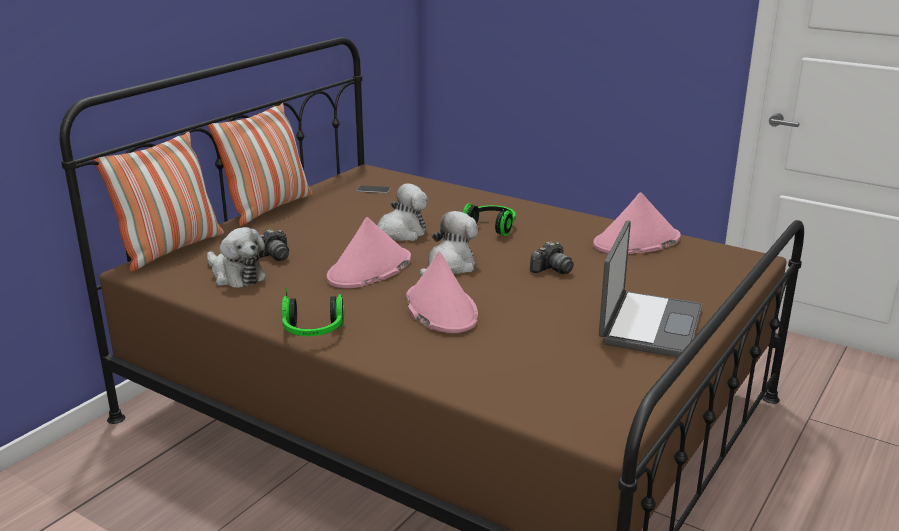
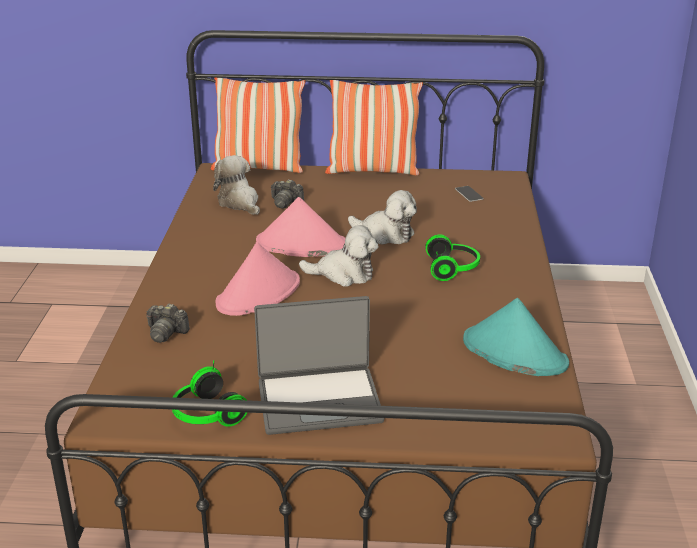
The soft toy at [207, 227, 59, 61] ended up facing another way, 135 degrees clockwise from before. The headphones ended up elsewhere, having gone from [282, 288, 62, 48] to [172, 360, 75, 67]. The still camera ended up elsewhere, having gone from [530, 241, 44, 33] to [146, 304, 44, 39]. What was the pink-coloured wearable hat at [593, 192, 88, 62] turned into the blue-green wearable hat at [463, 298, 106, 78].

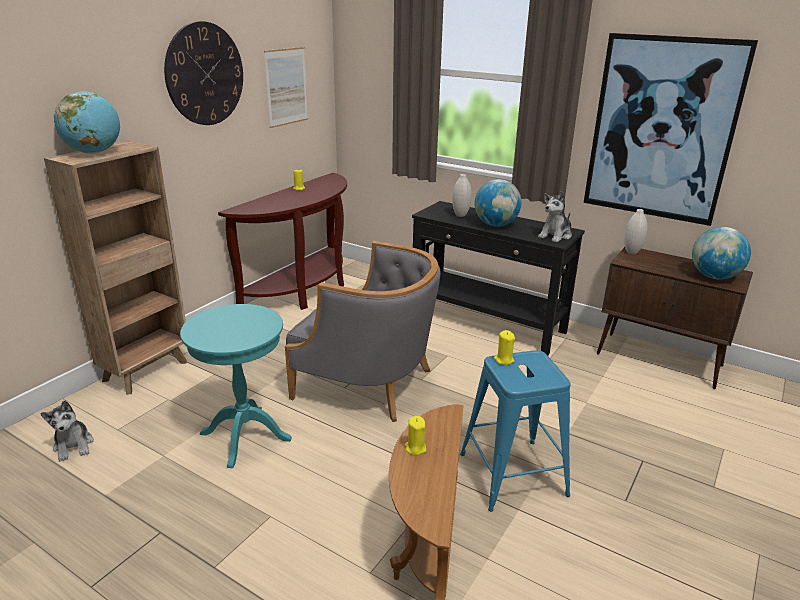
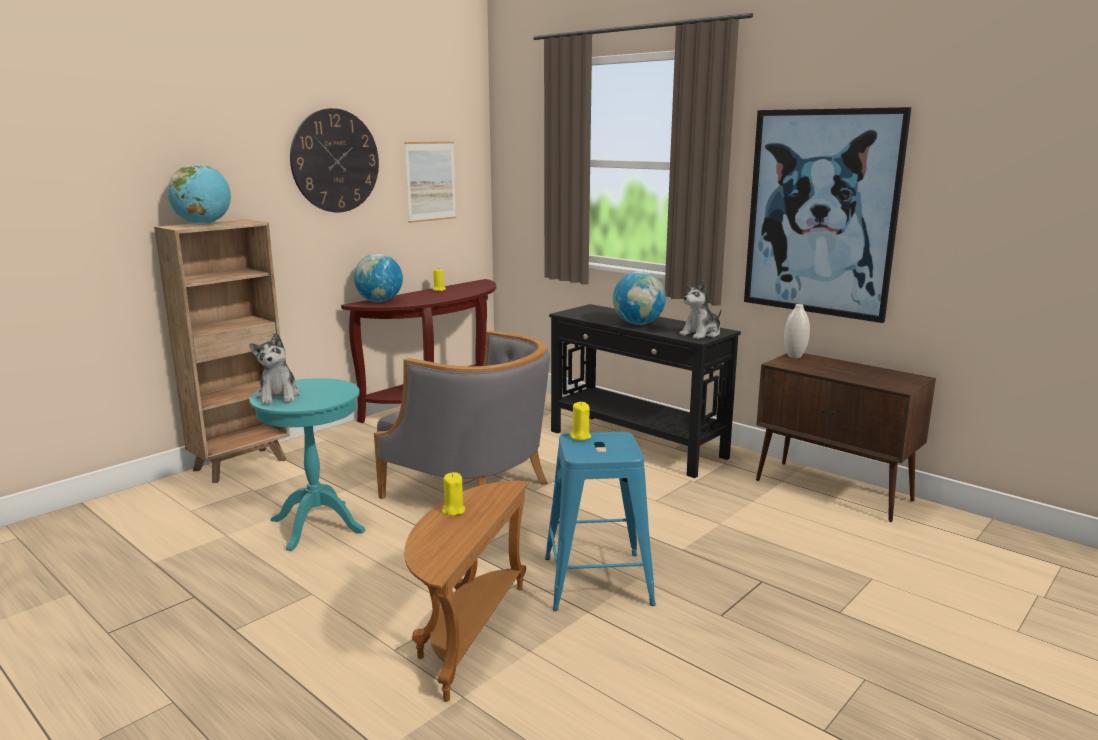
The soft toy ended up elsewhere, having gone from [40, 400, 54, 62] to [249, 333, 52, 72]. The second view lost the white-coloured vase at [452, 174, 20, 43]. The desk globe ended up elsewhere, having gone from [692, 227, 59, 53] to [354, 254, 49, 48].

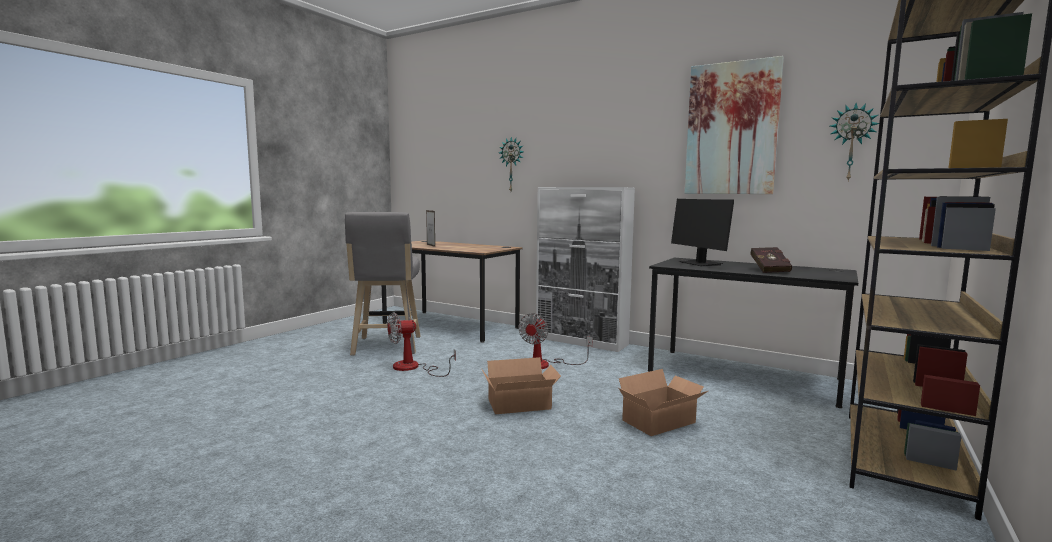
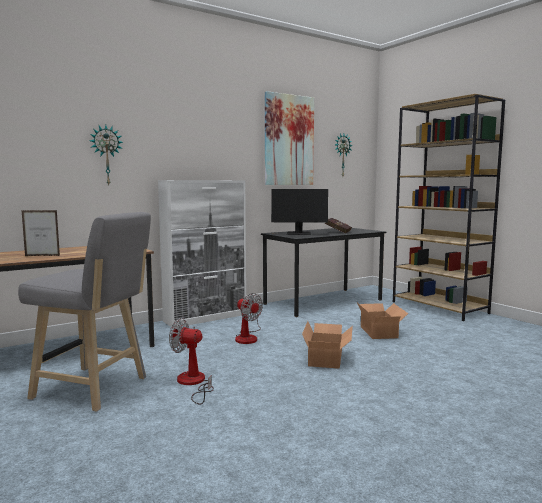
The fan at [387, 312, 69, 65] ended up facing another way, 105 degrees clockwise from before.

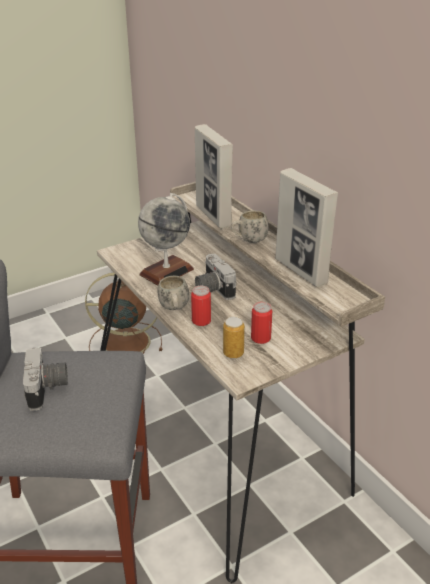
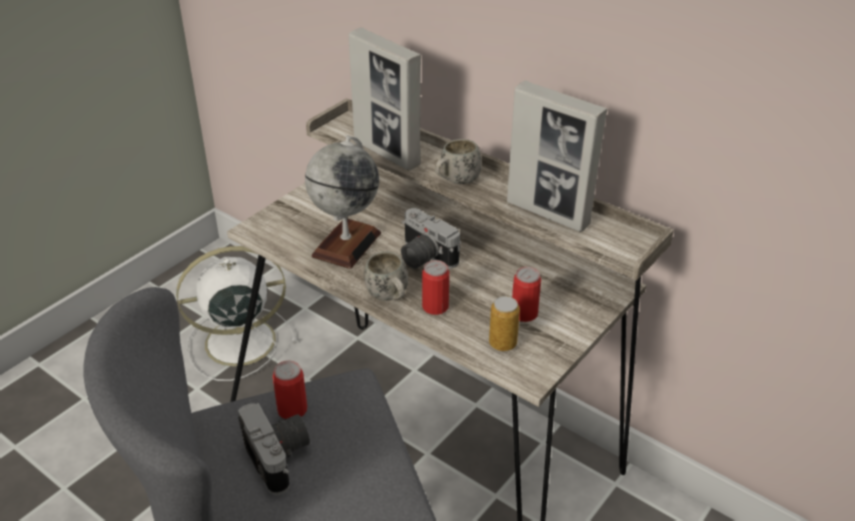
What was the brownish fan at [85, 272, 77, 82] turned into the white-coloured fan at [176, 246, 121, 135]. The second view gained the metal can at [273, 360, 34, 59].

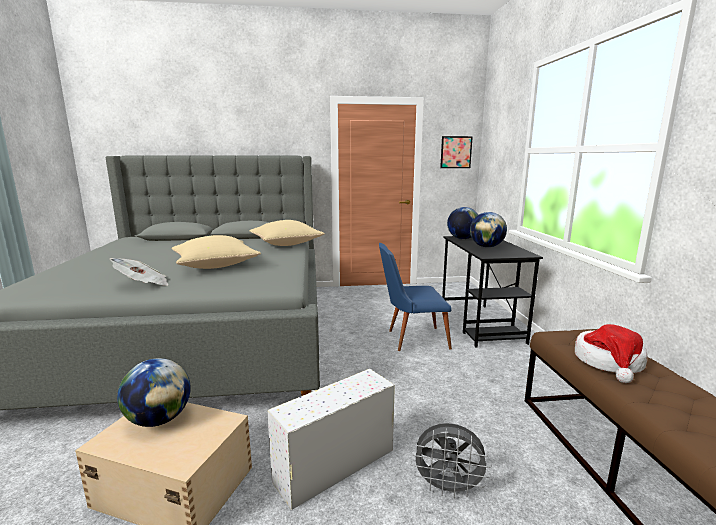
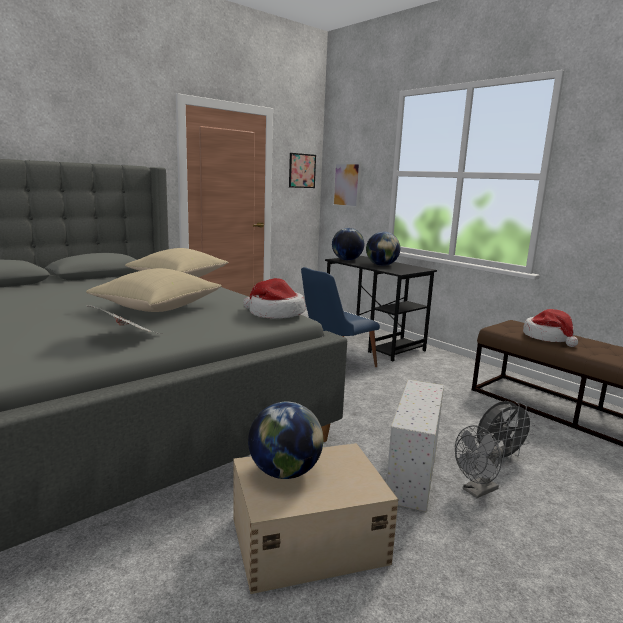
The second view gained the wearable hat at [243, 278, 62, 41]. The second view gained the picture at [332, 162, 29, 46]. The second view gained the grey fan at [455, 425, 48, 73].

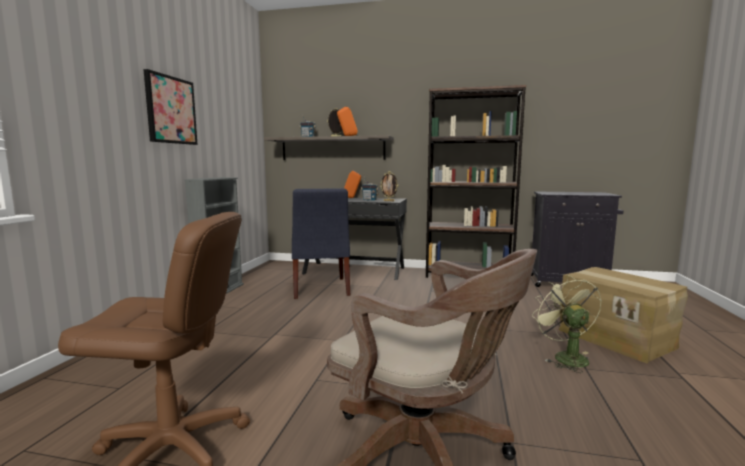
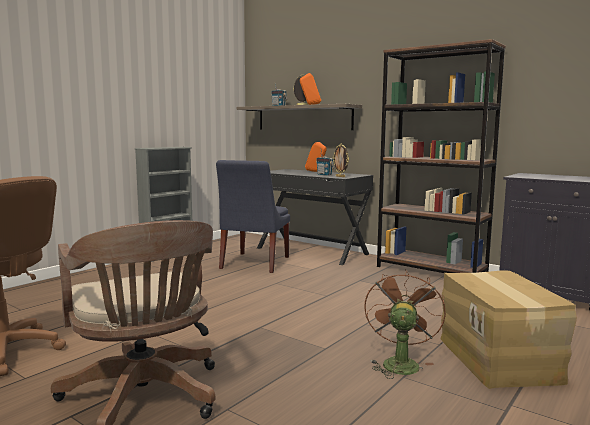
The second view lost the picture at [143, 69, 55, 76]. What was the greenish fan at [532, 275, 70, 98] turned into the brownish fan at [364, 269, 82, 110].

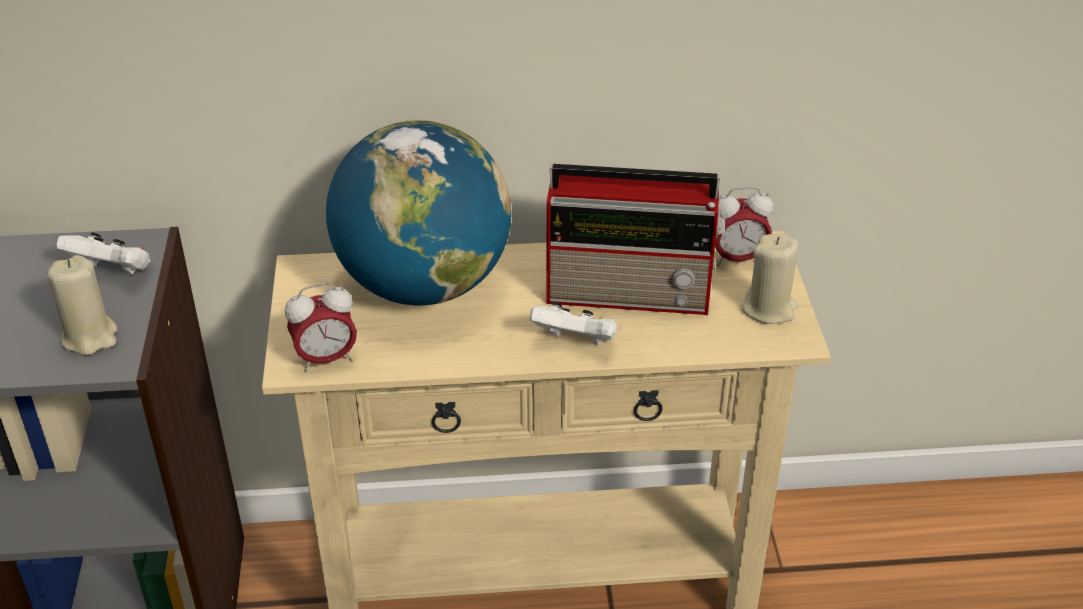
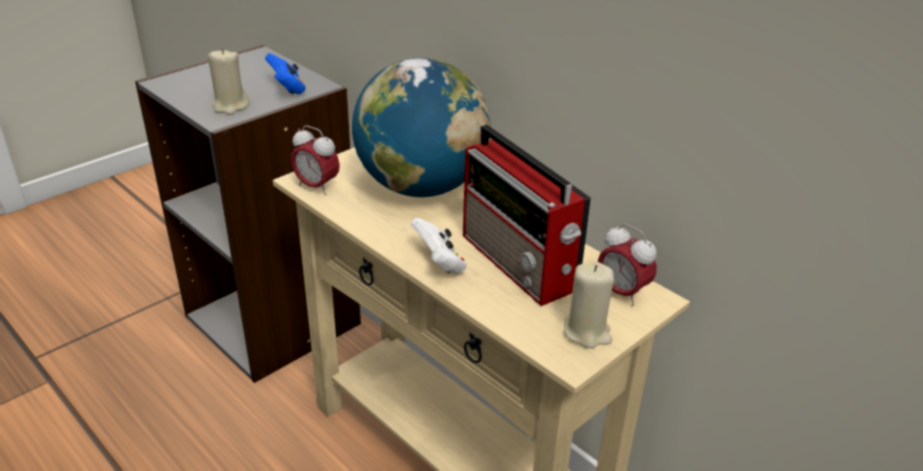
What was the white-coloured gamepad at [56, 232, 94, 42] turned into the blue gamepad at [265, 53, 40, 41].

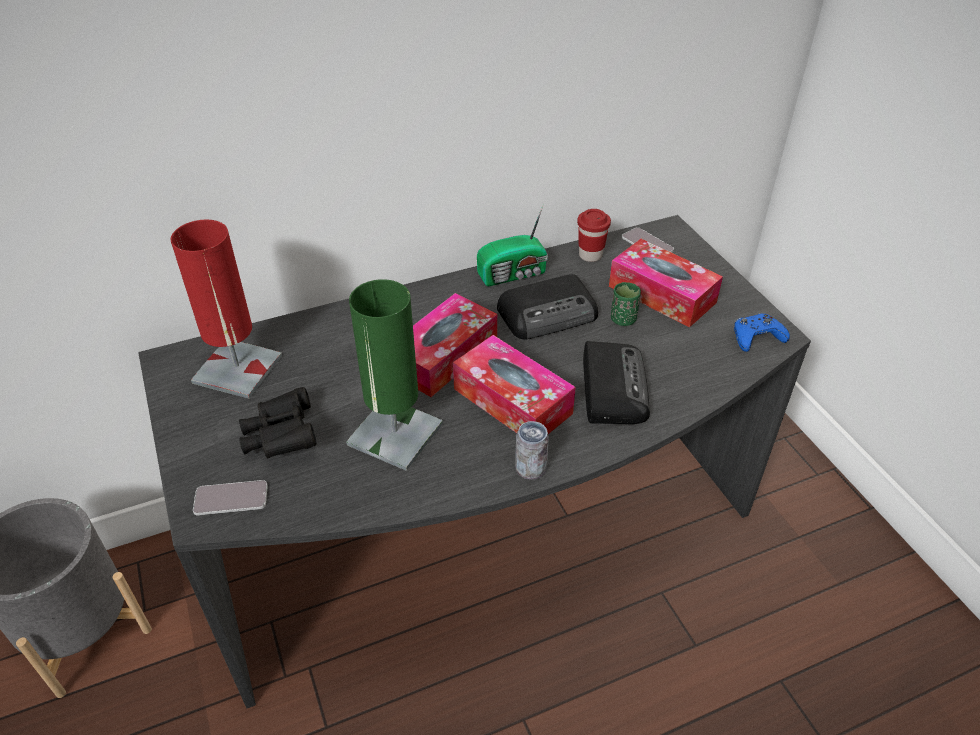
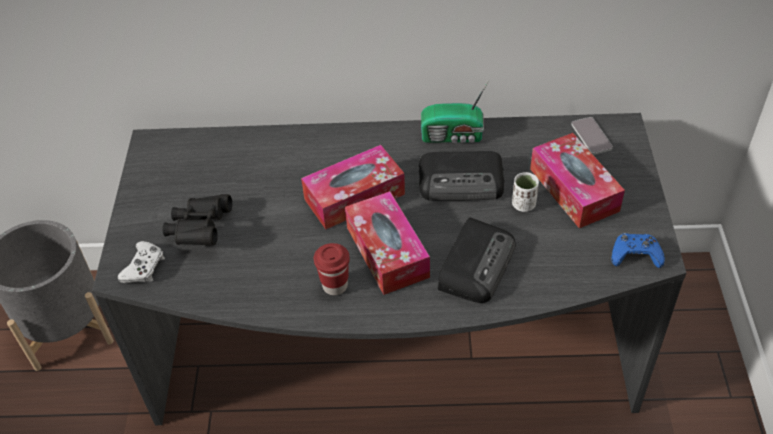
The second view lost the red table lamp at [171, 220, 111, 179]. Where the handset stood at [193, 480, 75, 35], the white-coloured gamepad came to stand at [118, 241, 47, 42]. The second view lost the greenish table lamp at [346, 279, 97, 192]. The second view lost the metal can at [515, 421, 34, 59]. The red drinking cup ended up elsewhere, having gone from [577, 209, 34, 53] to [314, 243, 36, 52]. What was the greenish drinking cup at [611, 282, 30, 44] turned into the white-coloured drinking cup at [512, 172, 27, 40].

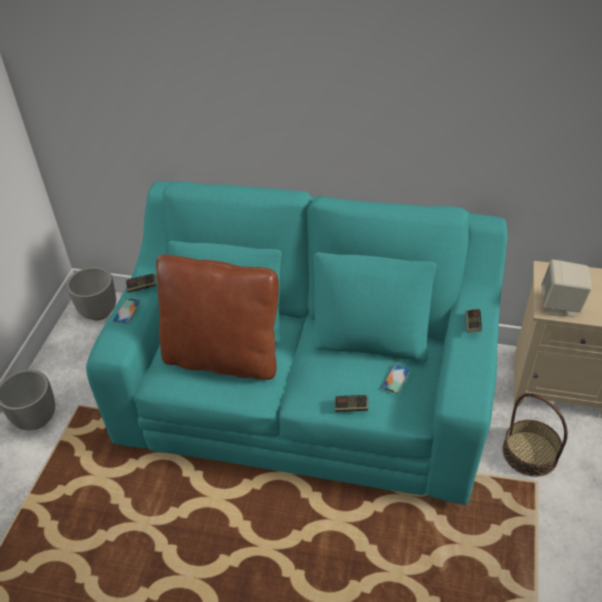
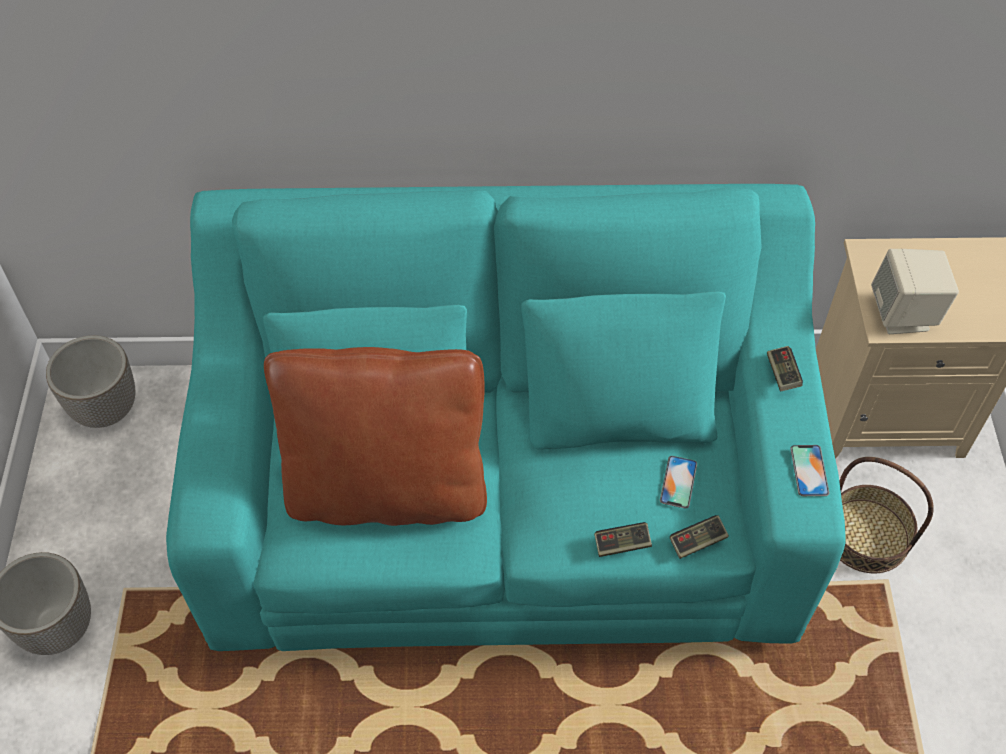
The handset ended up elsewhere, having gone from [113, 298, 28, 26] to [790, 445, 39, 51]. The gamepad ended up elsewhere, having gone from [126, 274, 30, 19] to [670, 515, 59, 44].

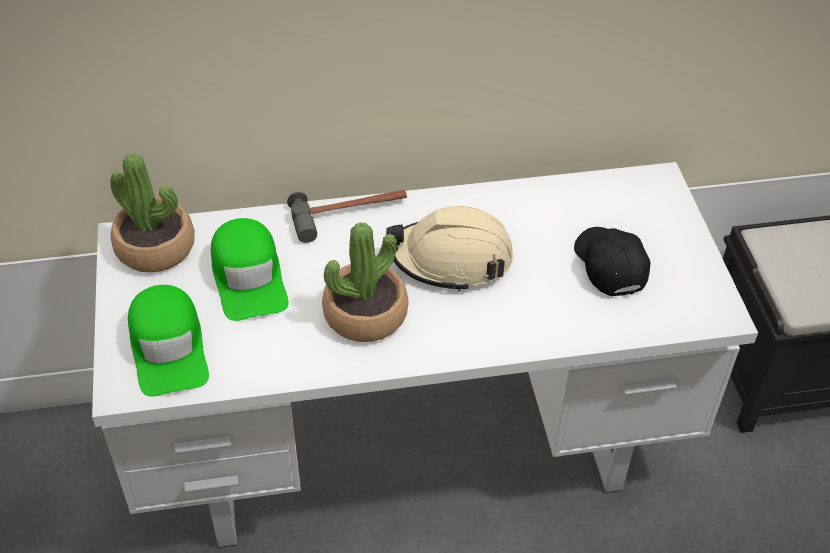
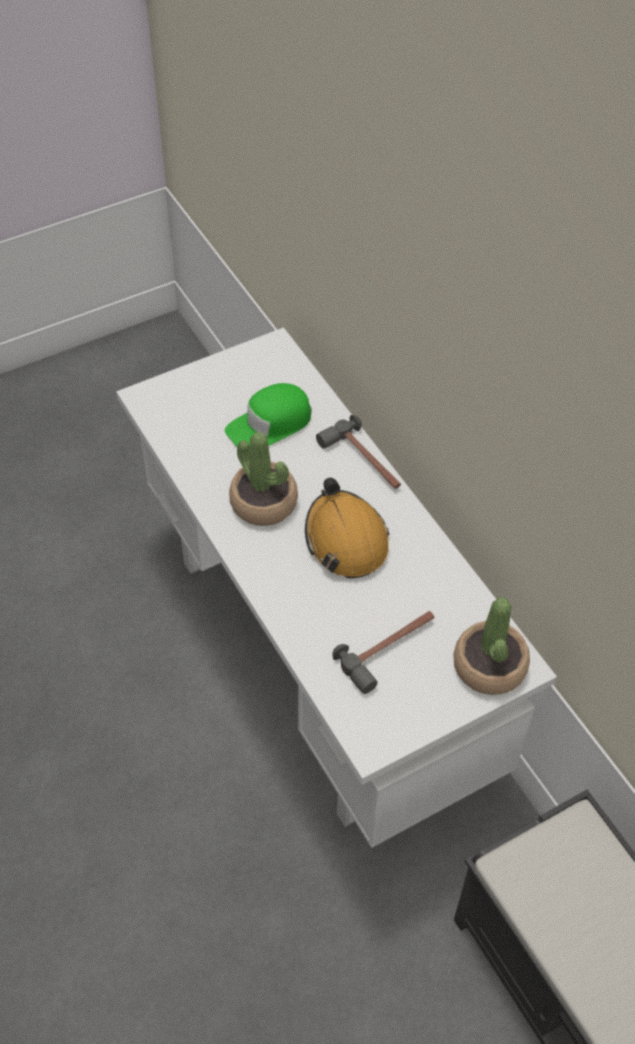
The houseplant ended up elsewhere, having gone from [110, 153, 85, 120] to [453, 596, 77, 99]. The second view lost the greenish baseball cap at [128, 285, 81, 112]. What was the beige-coloured safety helmet at [386, 206, 127, 86] turned into the orangey safety helmet at [305, 477, 84, 101]. Where the black-coloured baseball cap stood at [574, 227, 76, 69], the hammer came to stand at [332, 611, 102, 83].

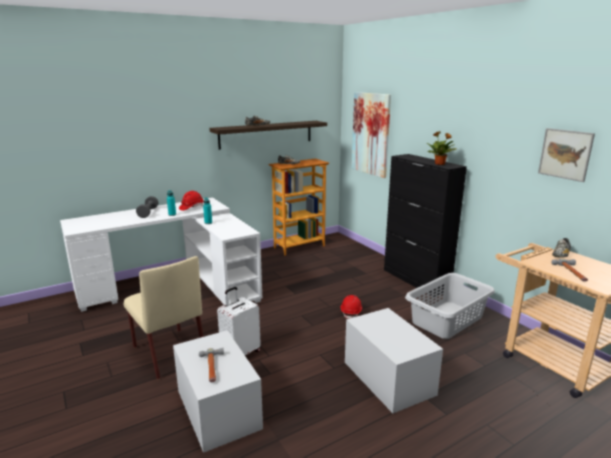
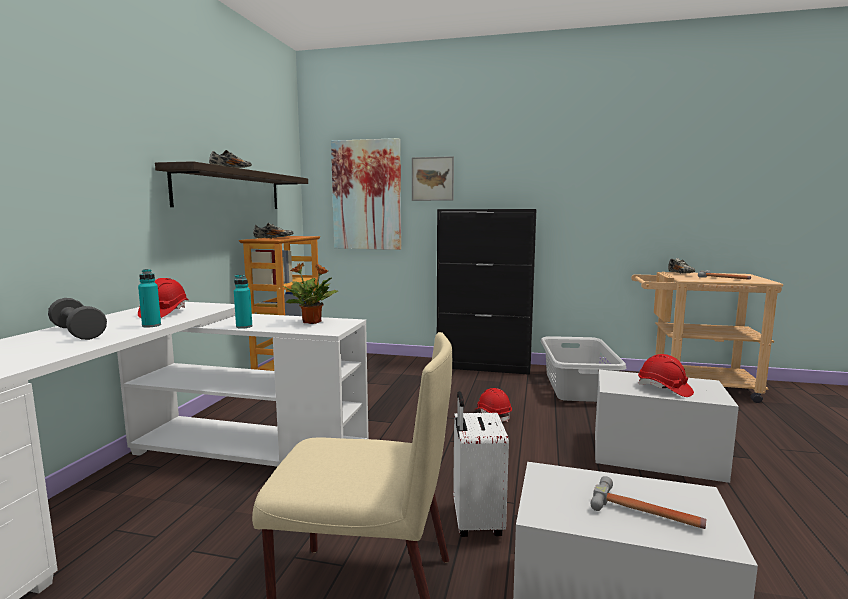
The houseplant ended up elsewhere, having gone from [427, 131, 29, 34] to [283, 262, 55, 62]. The picture ended up elsewhere, having gone from [538, 128, 57, 54] to [412, 156, 42, 45]. The second view gained the red safety helmet at [638, 354, 56, 43].

